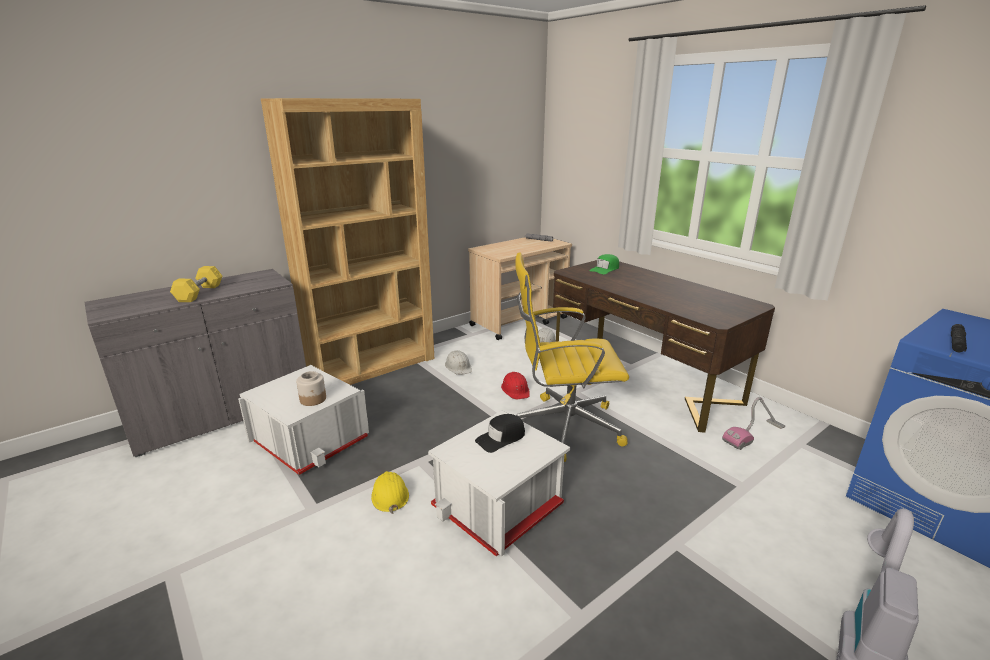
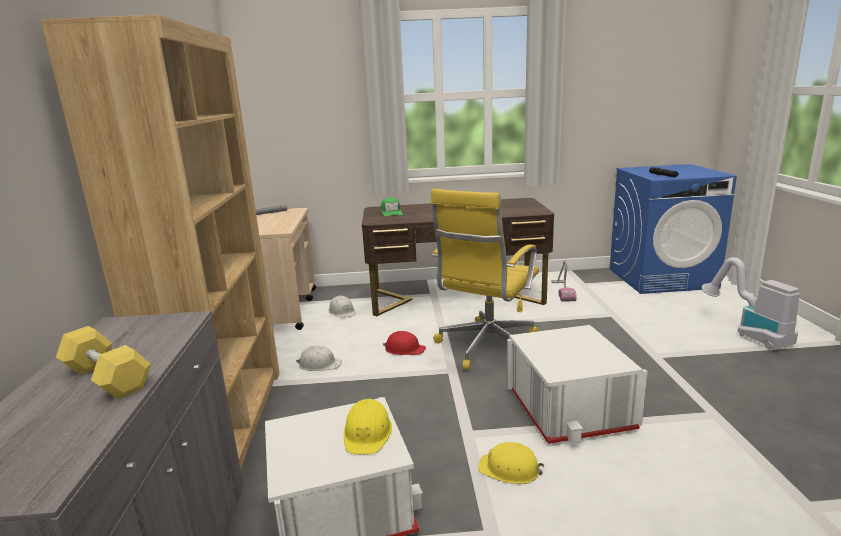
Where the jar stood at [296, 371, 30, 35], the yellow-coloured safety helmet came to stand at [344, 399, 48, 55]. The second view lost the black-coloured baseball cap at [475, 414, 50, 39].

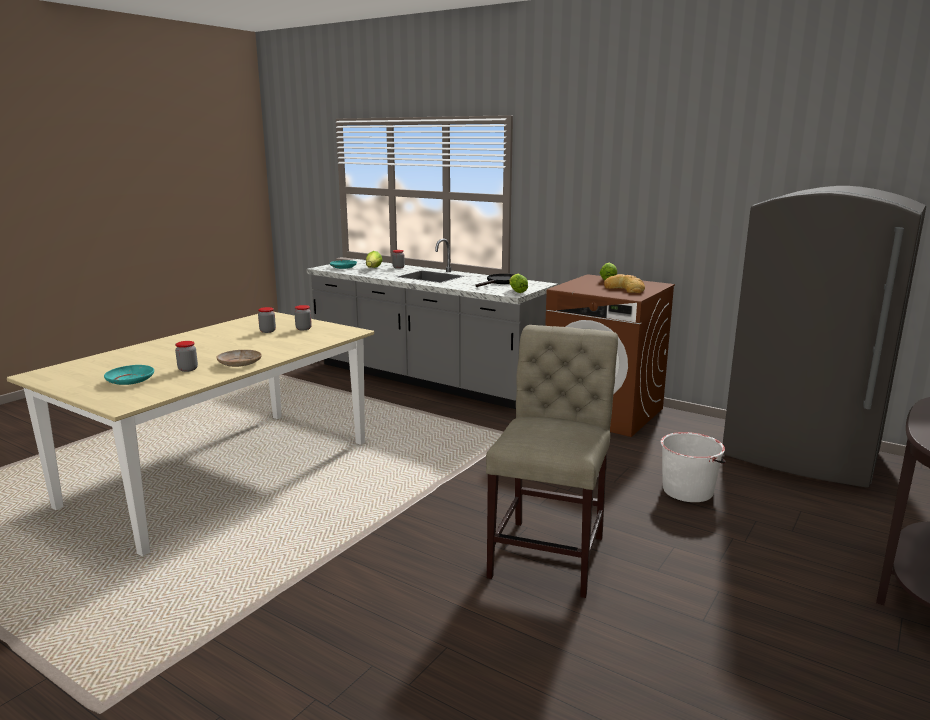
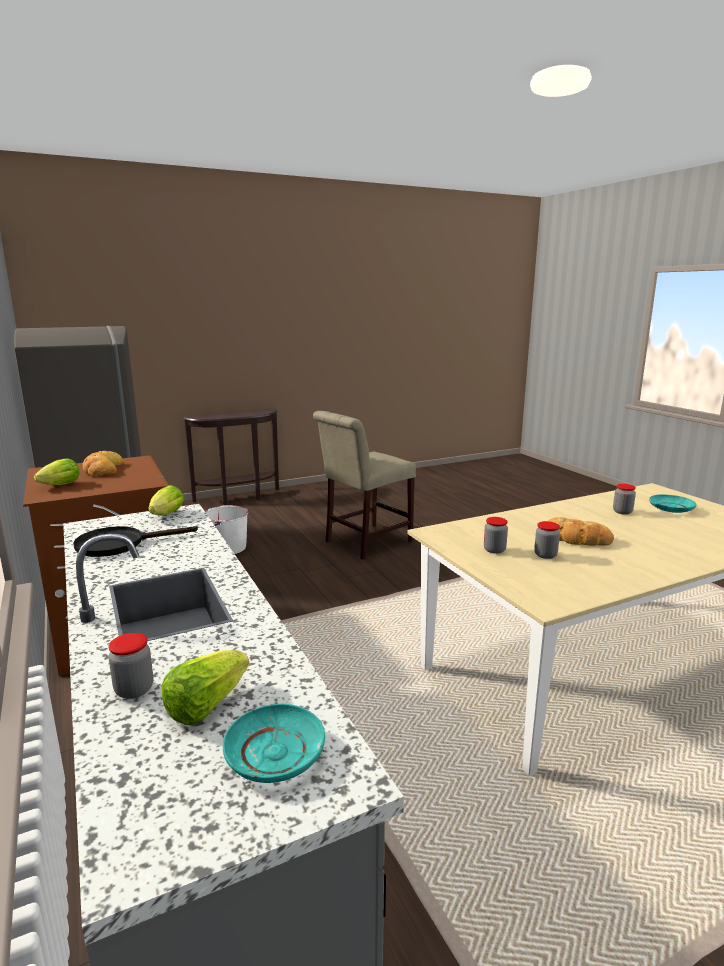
The second view lost the beige-coloured plate at [216, 350, 46, 17]. The second view gained the bread at [548, 517, 66, 29].

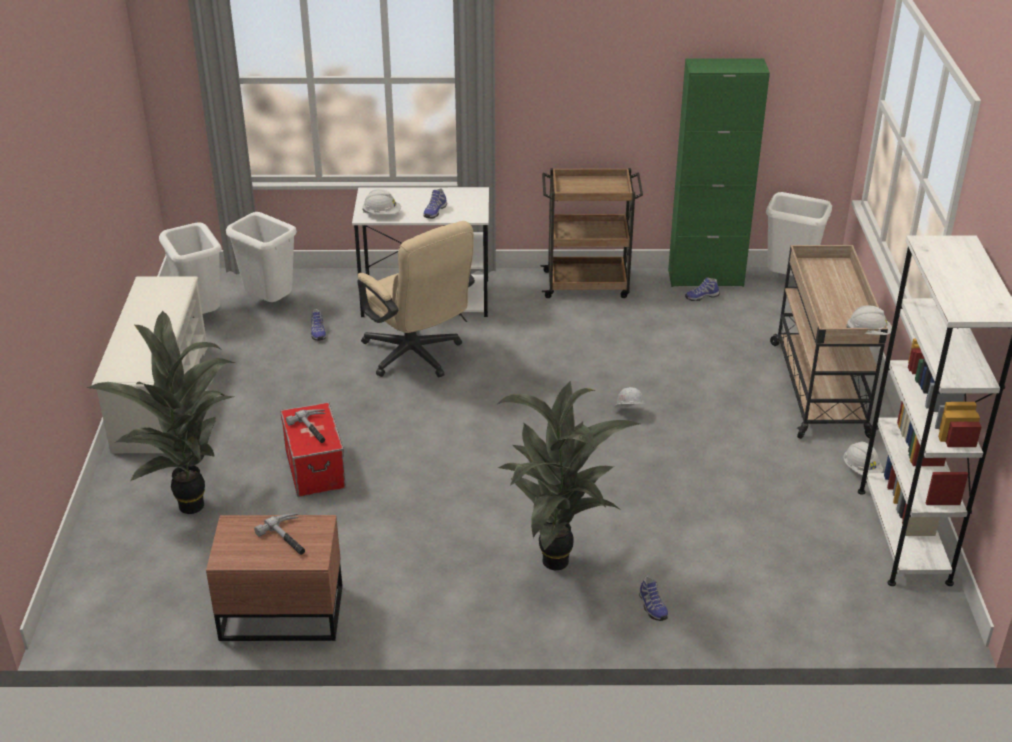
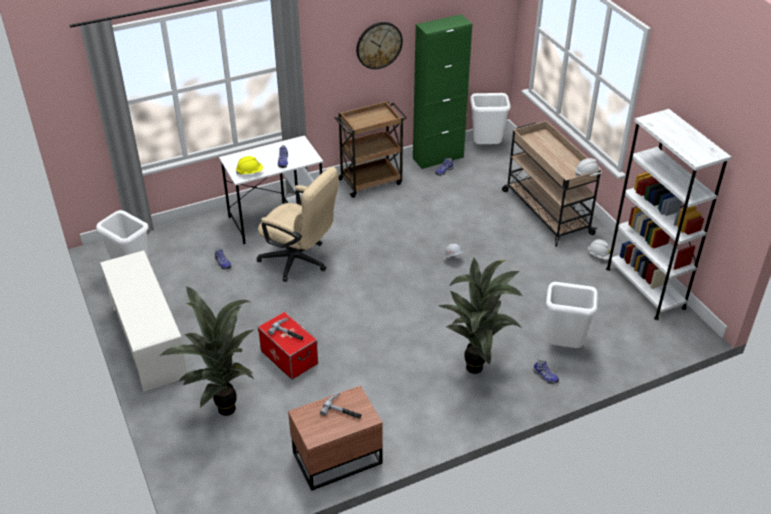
The white-coloured waste bin ended up elsewhere, having gone from [226, 212, 71, 90] to [546, 282, 52, 66]. What was the white-coloured safety helmet at [362, 189, 39, 25] turned into the yellow-coloured safety helmet at [236, 156, 27, 19]. The second view gained the clock on the wall at [356, 22, 47, 47].

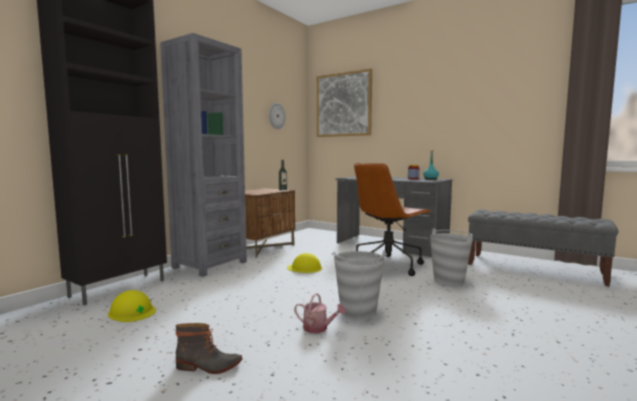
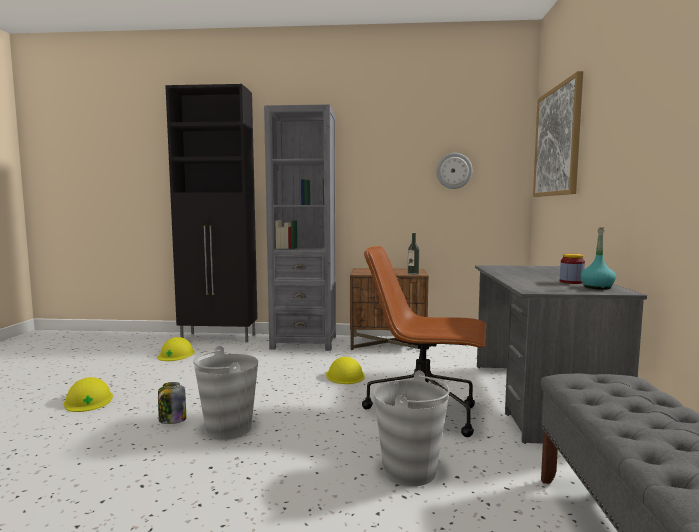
Where the tall boot stood at [176, 323, 66, 51], the yellow-coloured safety helmet came to stand at [64, 377, 49, 35]. Where the sprinkling can stood at [294, 293, 52, 40], the jar came to stand at [158, 382, 28, 42].

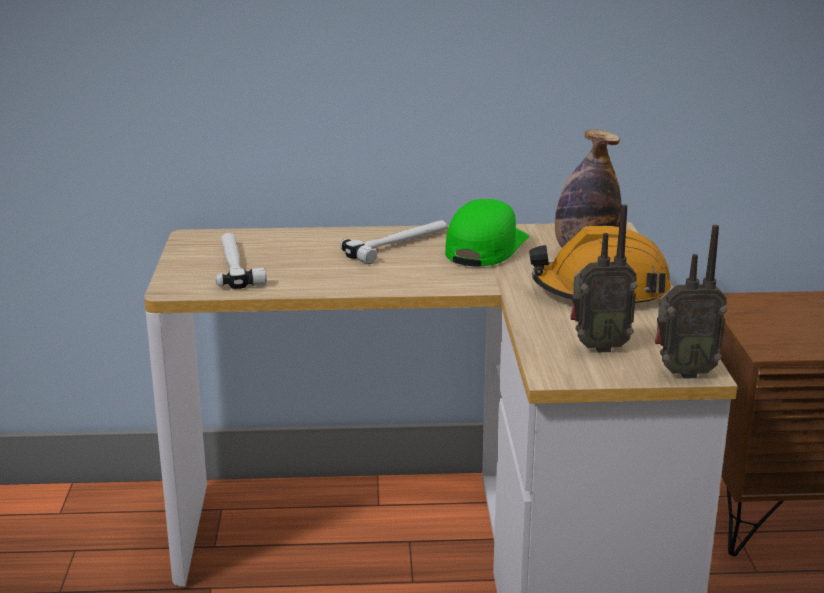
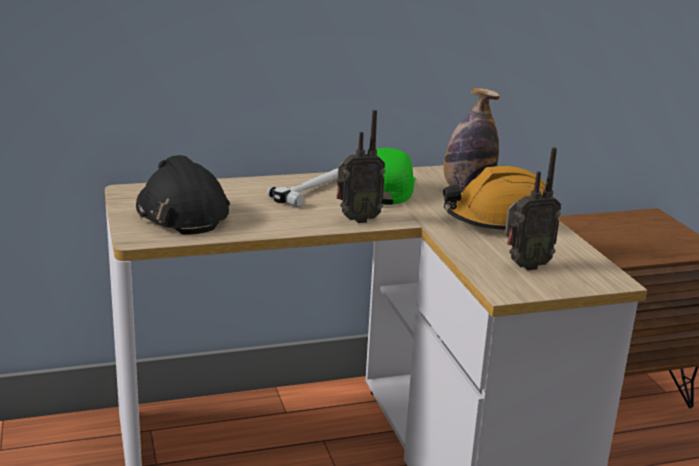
Where the hammer stood at [215, 233, 52, 56], the black-coloured safety helmet came to stand at [136, 155, 94, 80]. The radio receiver ended up elsewhere, having gone from [655, 225, 72, 153] to [336, 110, 49, 113].

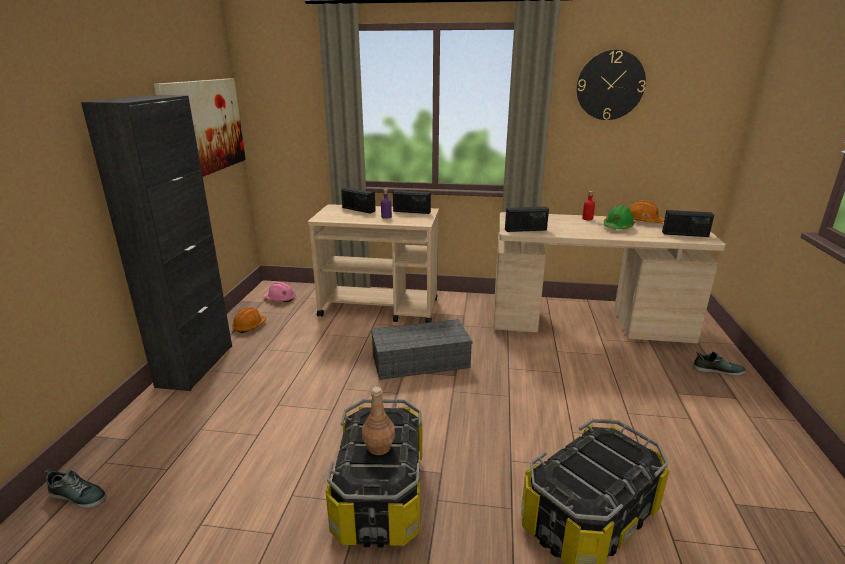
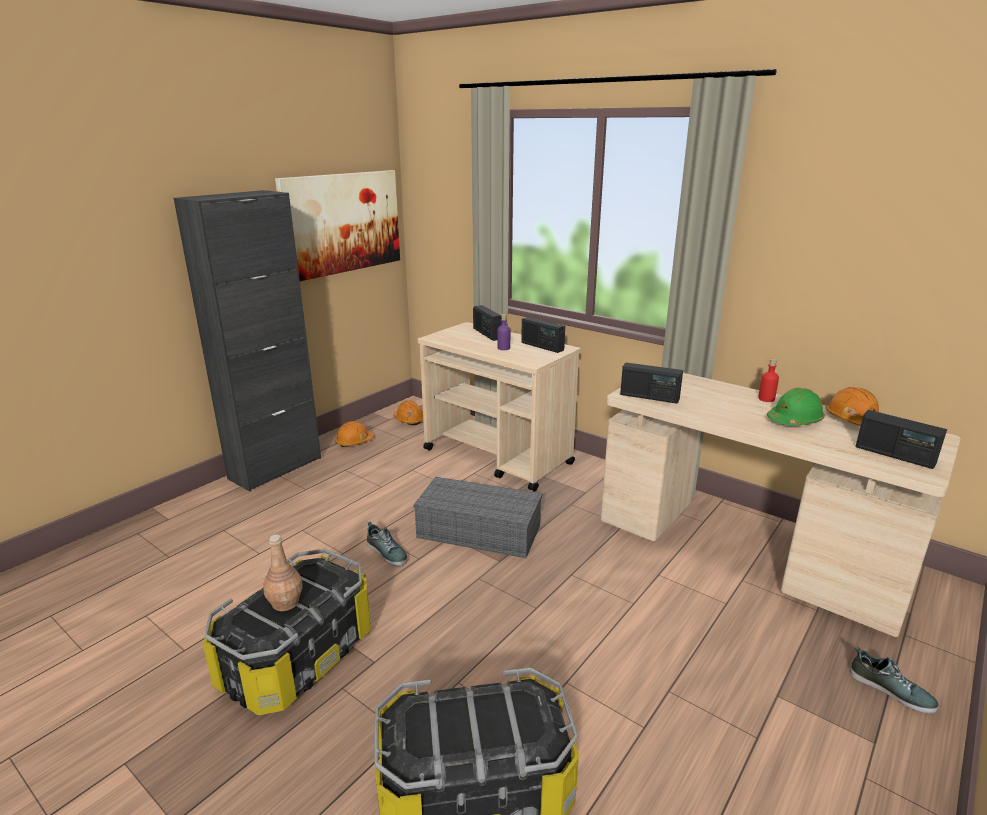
The low shoe ended up elsewhere, having gone from [45, 469, 61, 39] to [367, 522, 40, 44]. What was the pink-coloured safety helmet at [264, 282, 32, 20] turned into the orangey safety helmet at [393, 401, 30, 24]. The second view lost the clock on the wall at [577, 50, 69, 70].

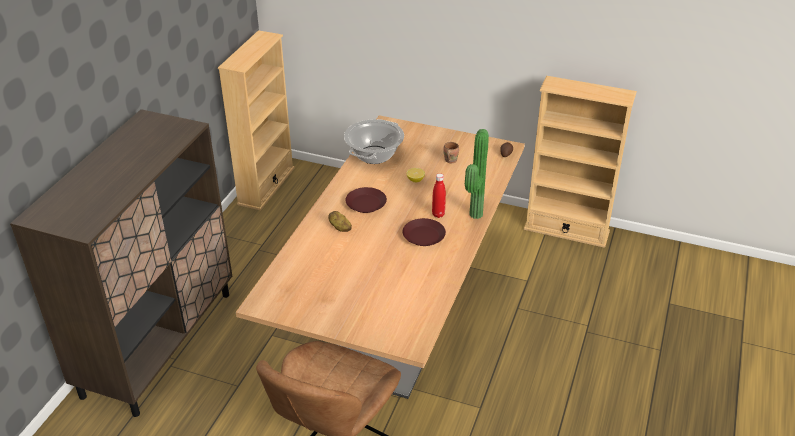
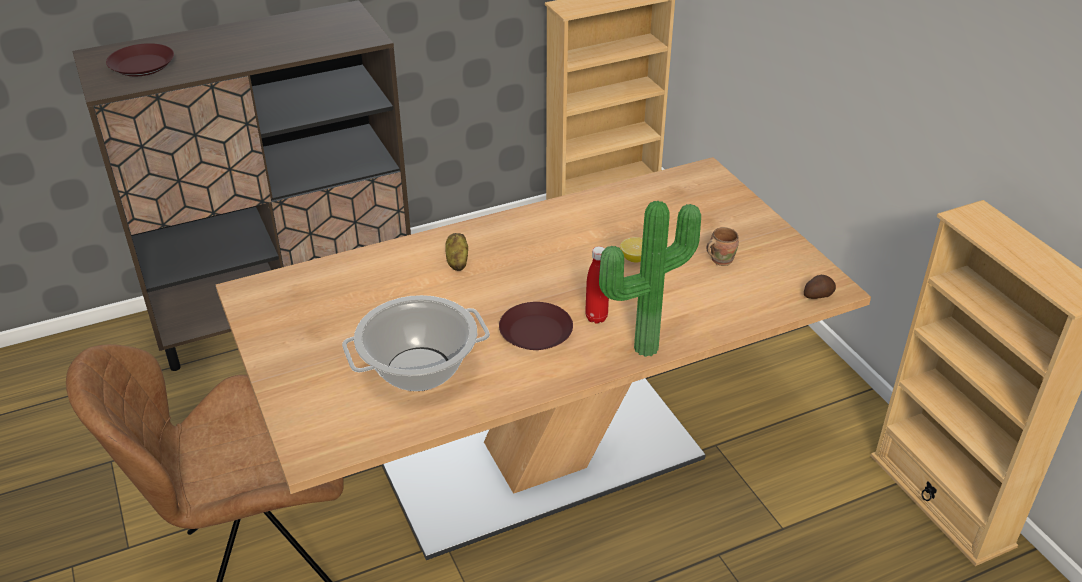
The saucepot ended up elsewhere, having gone from [344, 119, 60, 45] to [342, 295, 148, 96]. The brownish plate ended up elsewhere, having gone from [345, 187, 42, 26] to [106, 43, 68, 33].

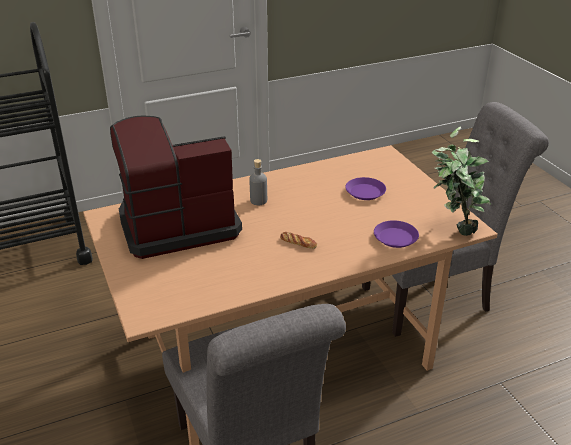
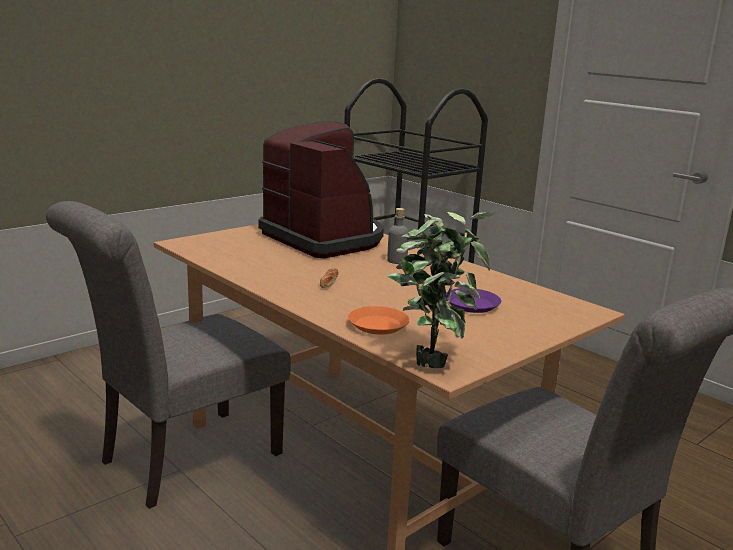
What was the purple-coloured plate at [374, 220, 45, 28] turned into the orangey plate at [348, 306, 62, 29].

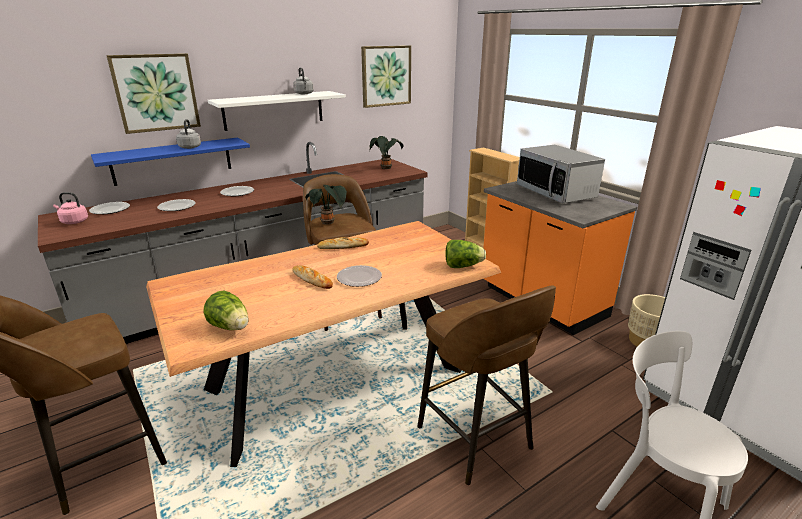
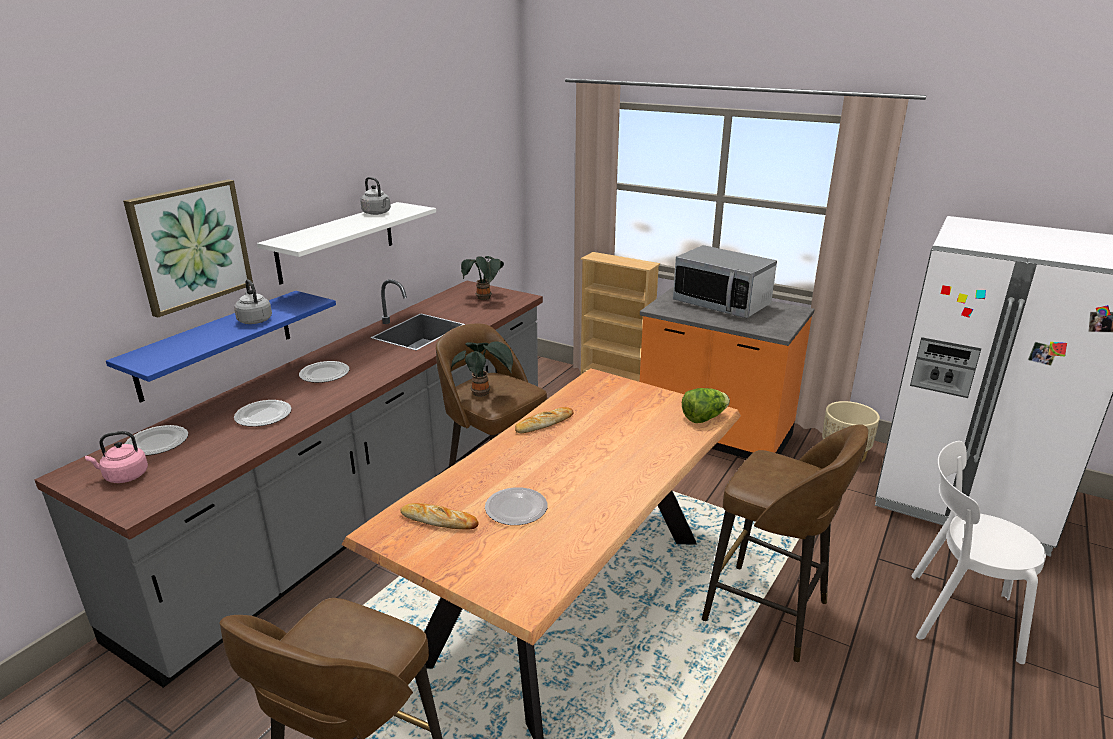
The second view lost the lettuce at [203, 291, 46, 39]. The bread ended up elsewhere, having gone from [292, 265, 41, 24] to [400, 503, 79, 27]. The plate ended up elsewhere, having gone from [337, 265, 45, 22] to [485, 487, 63, 38]. The second view lost the picture at [361, 45, 50, 63].

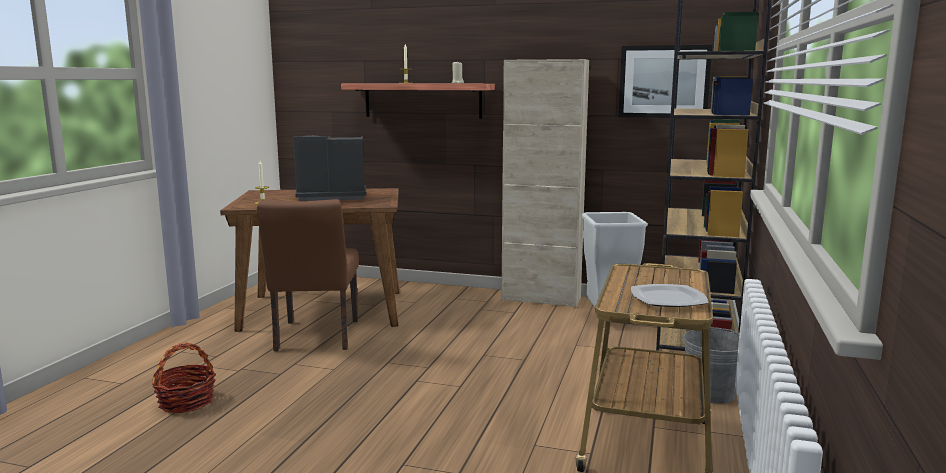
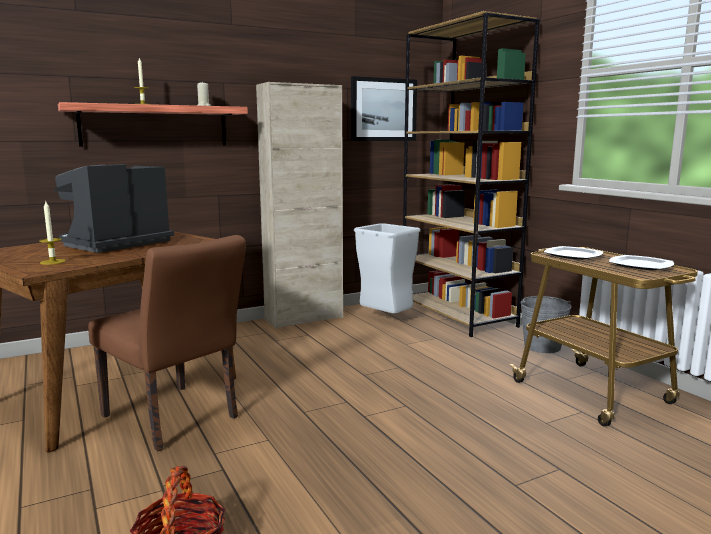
The second view gained the plate at [544, 246, 59, 14].

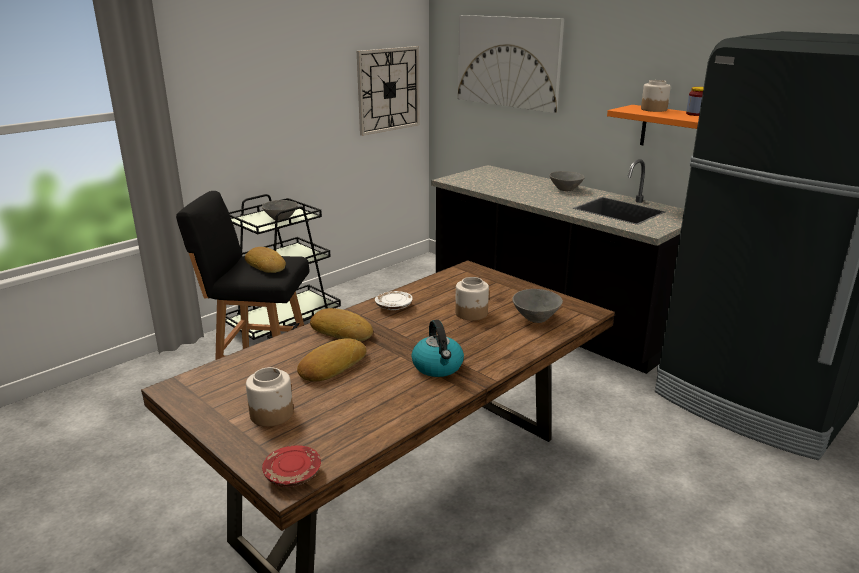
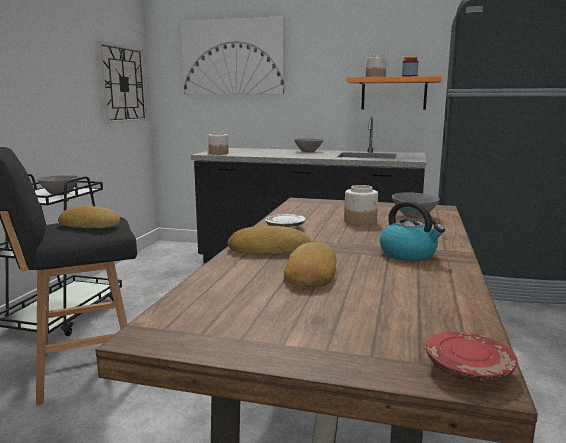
The jar ended up elsewhere, having gone from [246, 367, 47, 60] to [208, 131, 21, 24].

